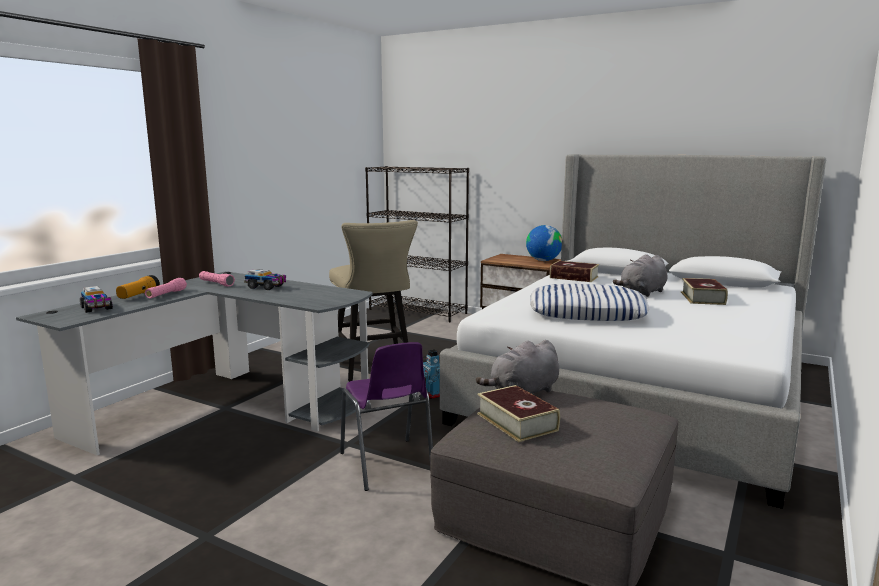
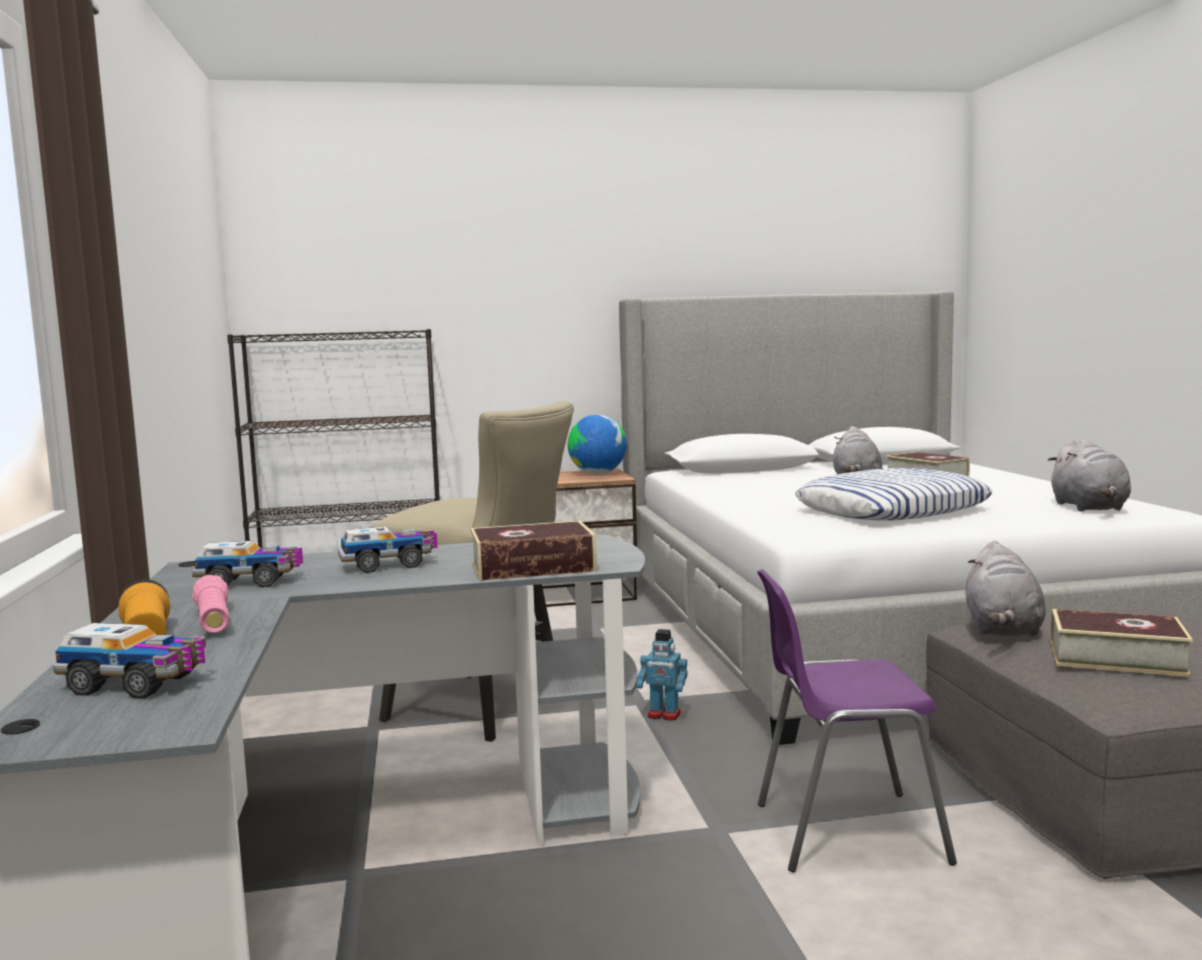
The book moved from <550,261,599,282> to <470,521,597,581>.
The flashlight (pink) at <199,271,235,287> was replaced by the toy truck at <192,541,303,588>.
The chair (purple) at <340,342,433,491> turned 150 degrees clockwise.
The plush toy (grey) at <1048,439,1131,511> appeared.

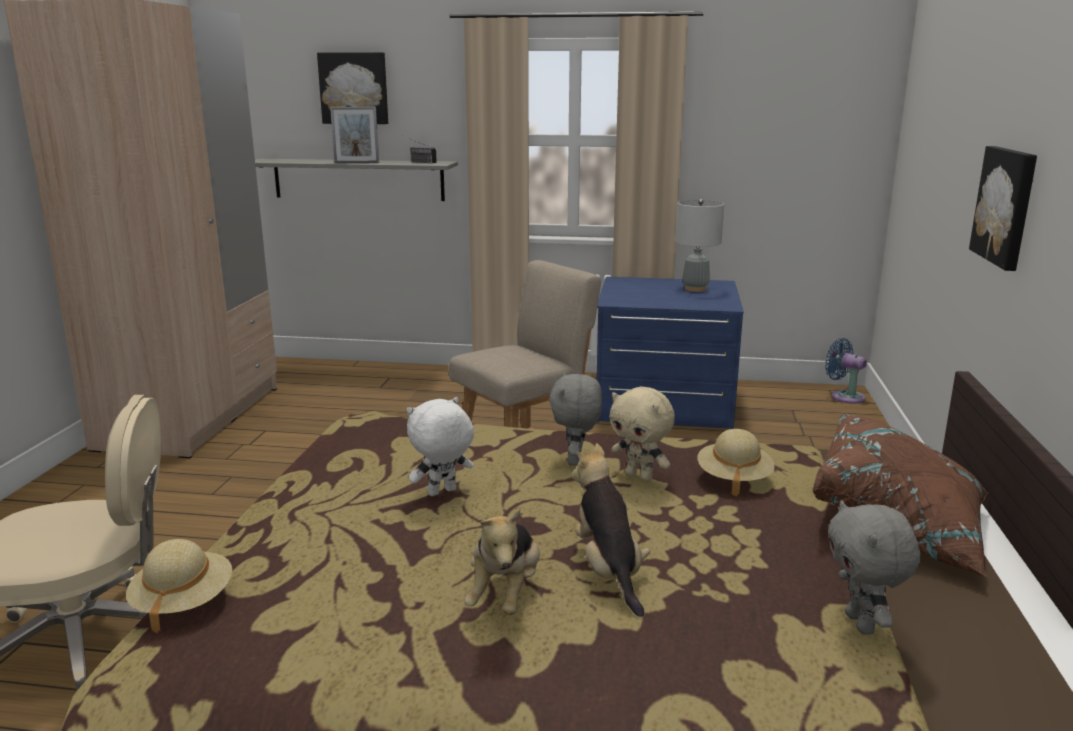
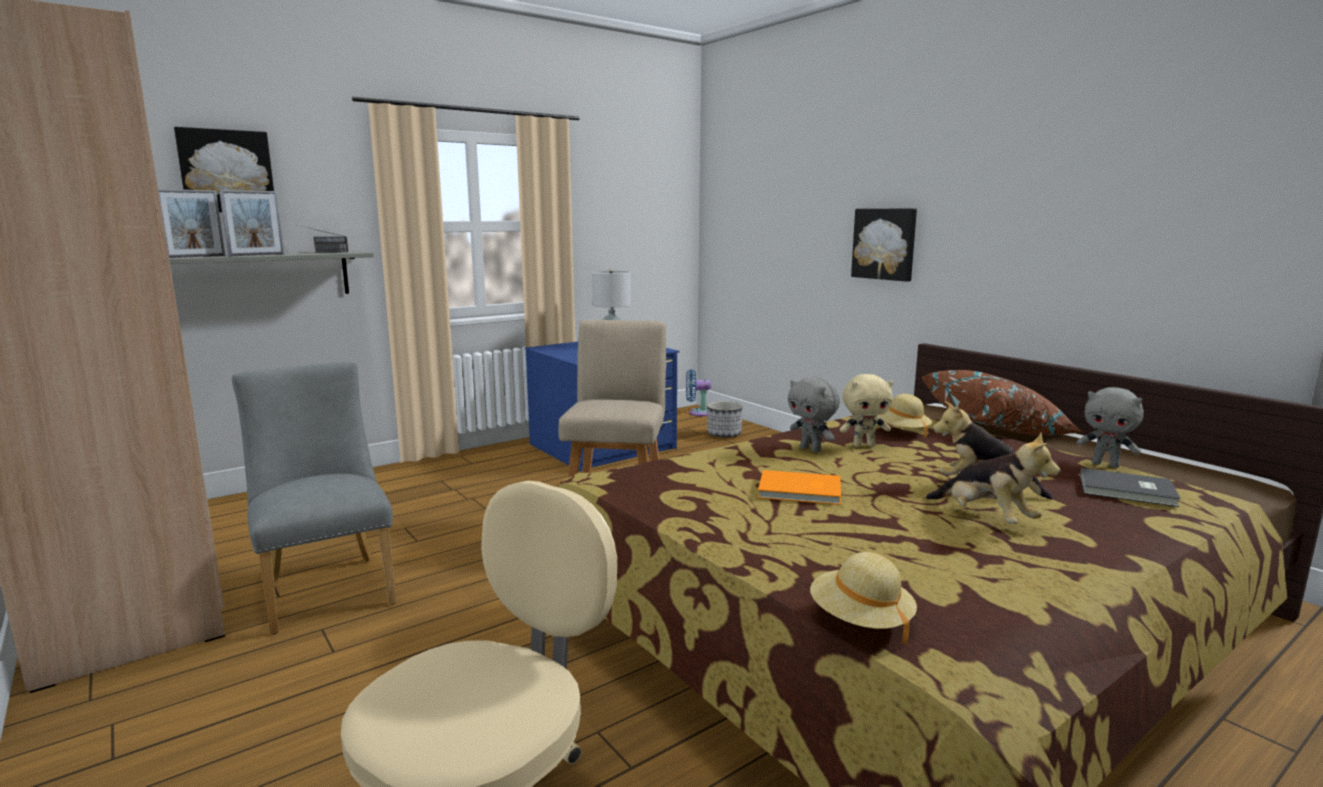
The plush toy (white) at <406,397,474,496> was replaced by the book (orange) at <758,470,841,505>.
The picture frame at <158,189,225,258> appeared.
The chair (grey) at <232,362,397,634> appeared.
The planter at <707,401,743,438> appeared.
The book (grey) at <1080,468,1181,507> appeared.

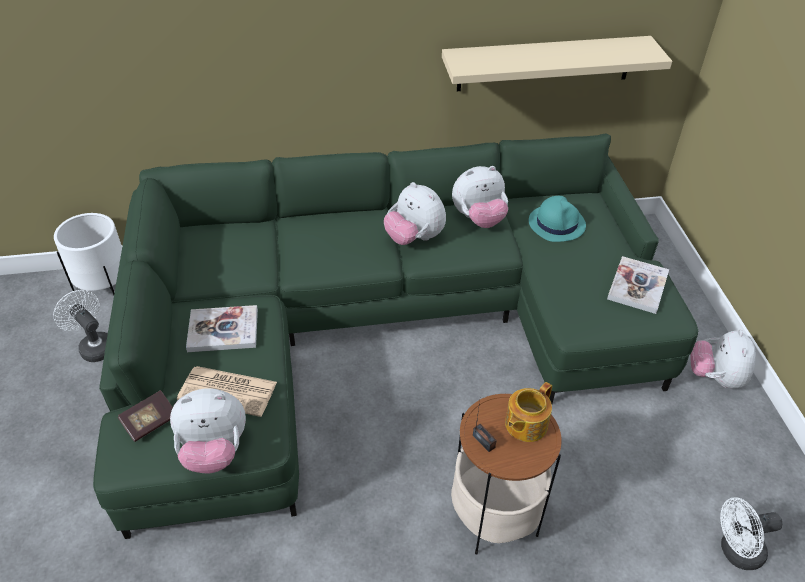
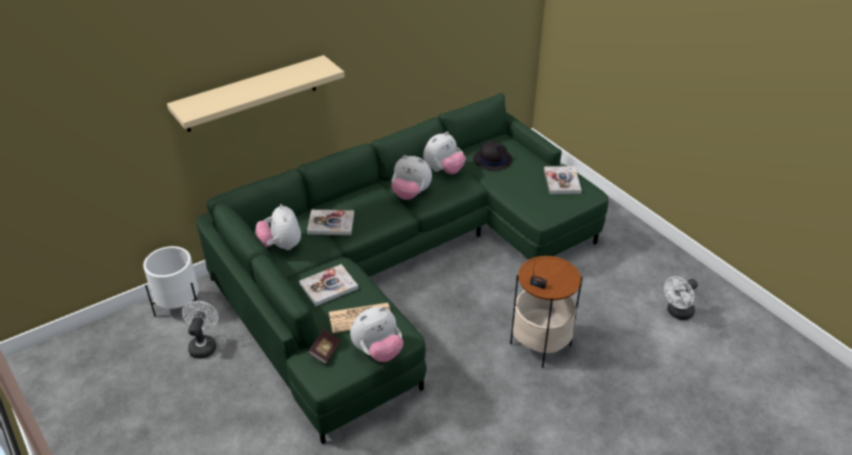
The shelf (beige) moved from <442,36,672,91> to <167,55,345,132>.
The hat (turquoise) at <529,196,586,242> became the hat (black) at <473,140,513,171>.
The fan (white) at <53,290,108,362> turned 75 degrees clockwise.
The plush toy moved from <690,330,756,388> to <255,204,301,250>.
The teapot at <505,382,552,442> disappeared.
The book at <307,210,354,235> appeared.

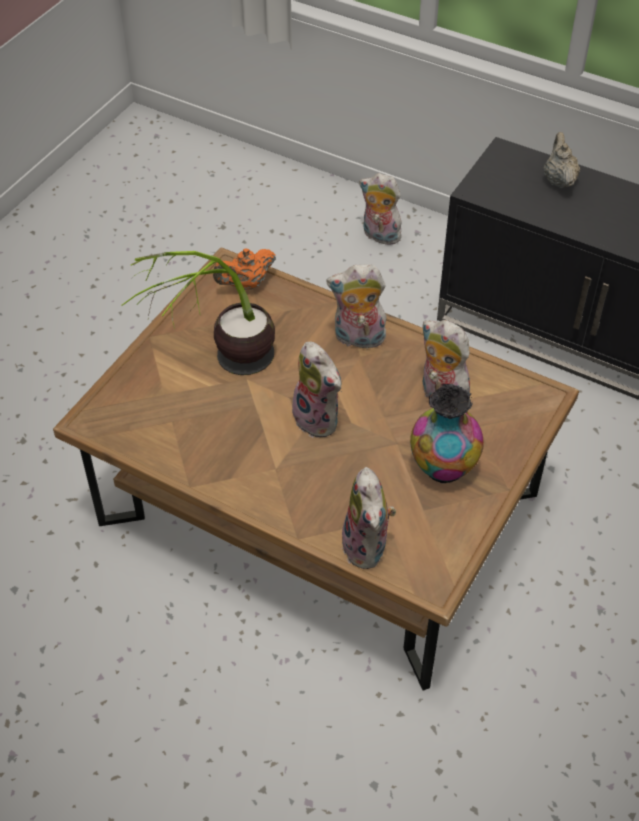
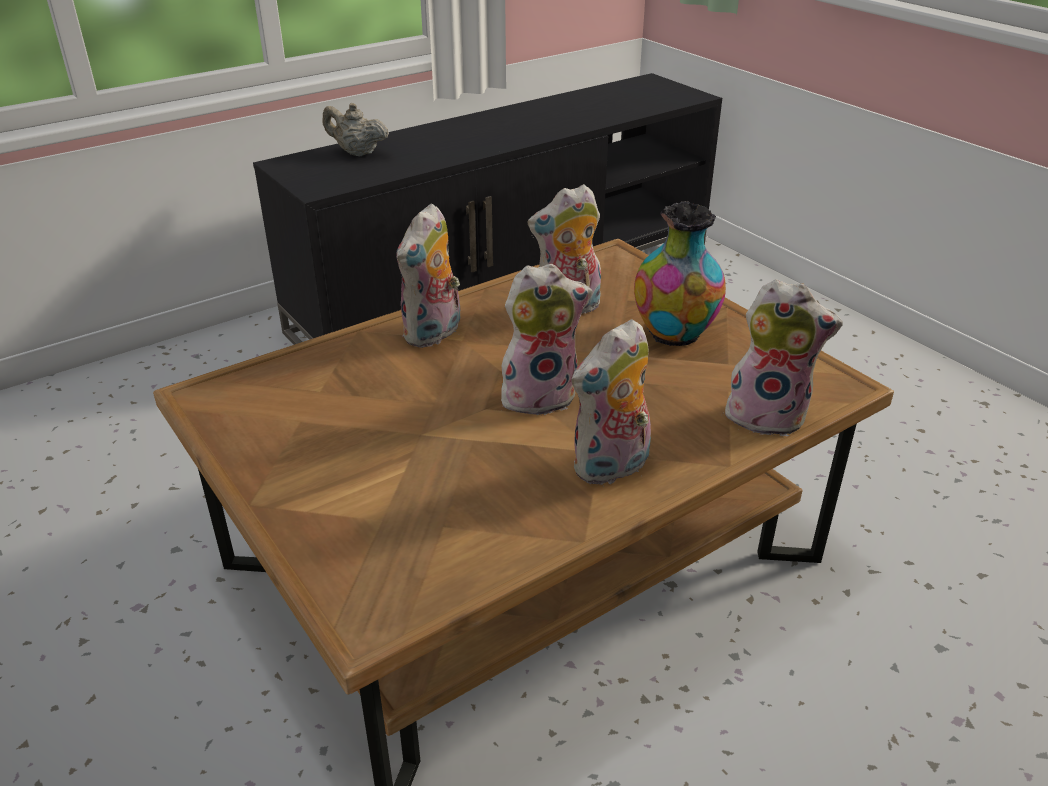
The plush toy moved from <359,173,402,245> to <571,319,651,486>.
The teapot (orange) at <213,249,276,290> disappeared.
The potted plant at <122,251,275,375> disappeared.

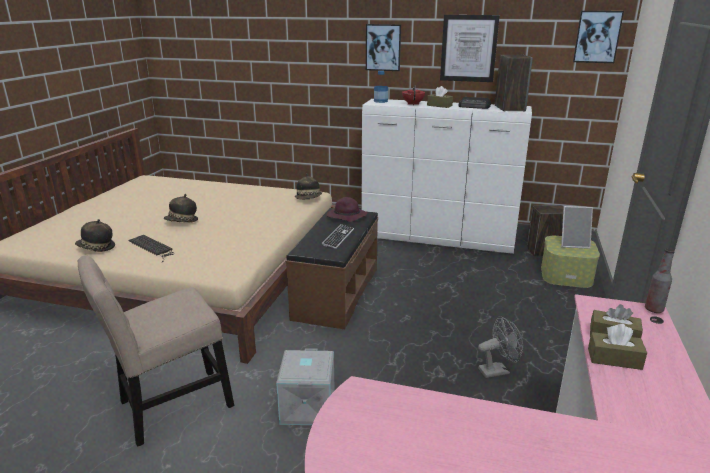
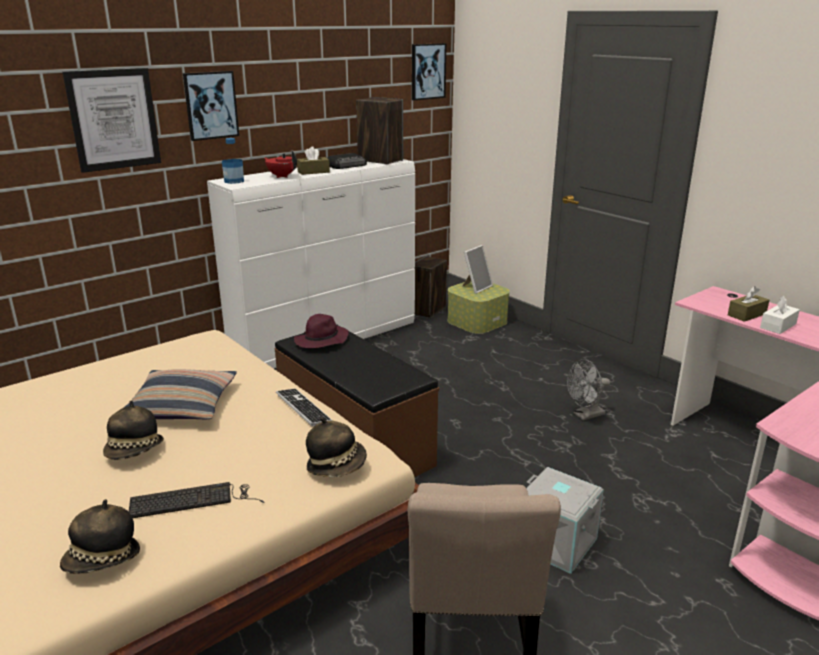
The picture moved from <440,15,500,82> to <63,68,161,173>.
The hat moved from <295,173,322,199> to <306,418,367,477>.
The keyboard moved from <322,224,354,249> to <276,388,332,427>.
The bottle at <645,248,675,313> disappeared.
The fan (grey) at <478,316,523,378> turned 135 degrees counterclockwise.
The tissue box (brown) at <588,324,647,370> became the tissue box (white) at <760,296,800,334>.
The pillow at <123,369,237,420> appeared.

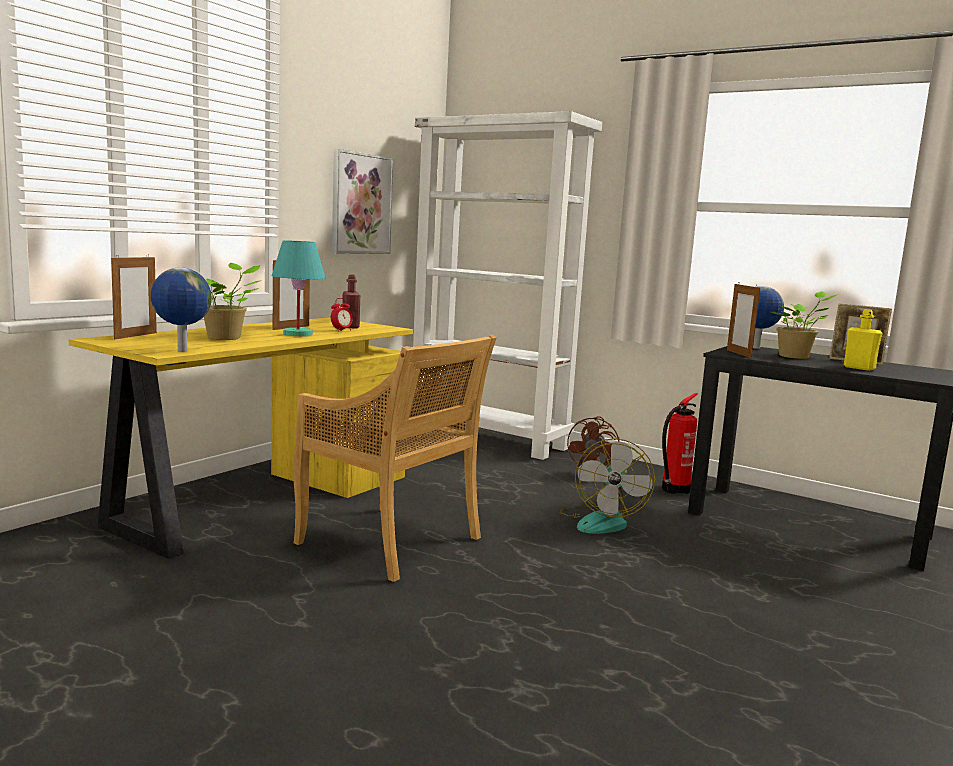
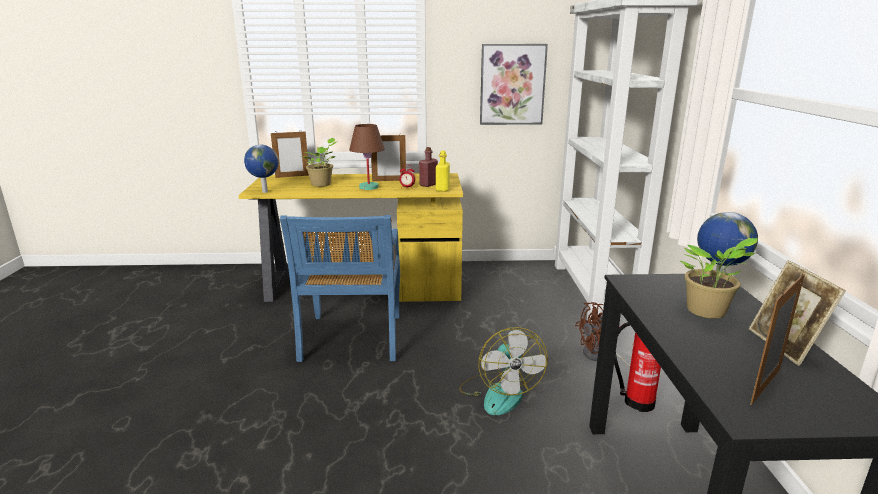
The table lamp (turquoise) at <272,240,325,337> became the table lamp (brown) at <349,124,385,190>.
The picture frame moved from <727,282,760,358> to <750,274,805,405>.
The bottle (yellow) moved from <844,309,883,371> to <436,150,450,192>.
The chair (beige) at <293,335,497,582> became the chair (blue) at <280,215,400,362>.
The fan at <560,438,655,534> turned 75 degrees counterclockwise.

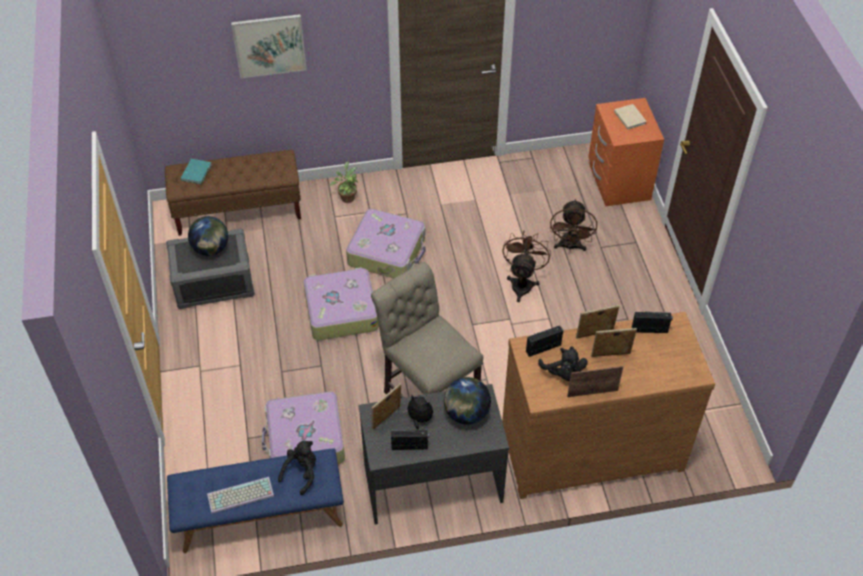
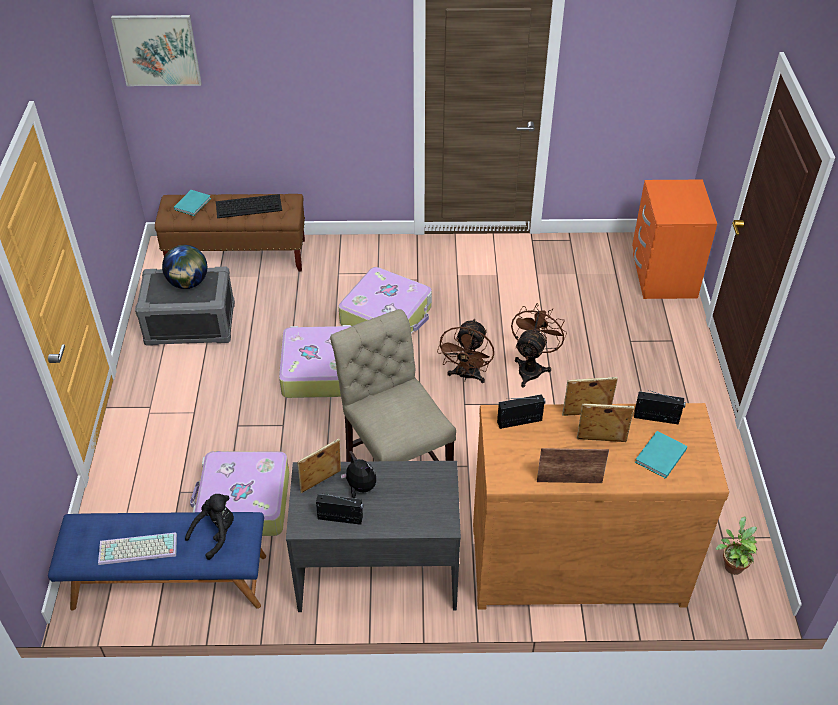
The picture moved from <231,14,307,78> to <111,15,202,86>.
The book (beige) at <614,104,647,130> disappeared.
The potted plant moved from <330,162,358,203> to <716,516,758,575>.
The fan (brown) moved from <550,199,597,251> to <437,319,494,383>.
The plush toy (black) at <538,347,588,381> disappeared.
The globe at <444,377,491,425> disappeared.
The keyboard at <216,194,282,218> appeared.
The book (turquoise) at <635,431,687,479> appeared.

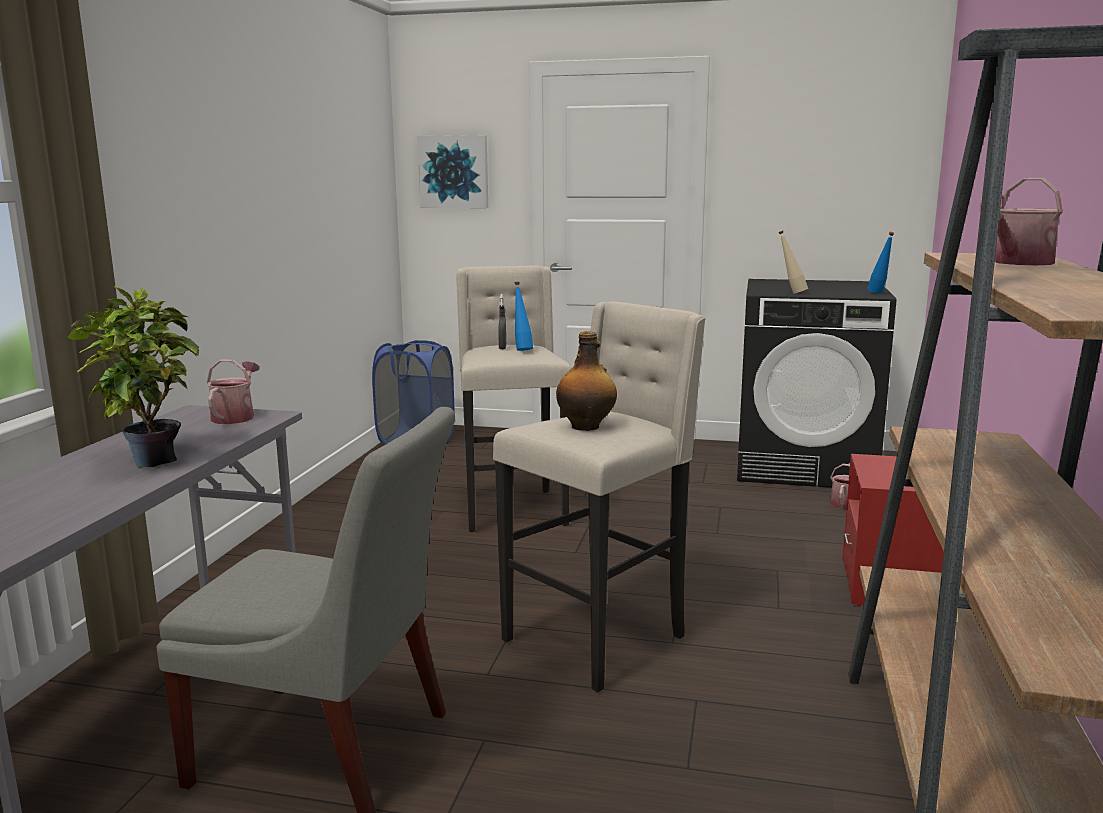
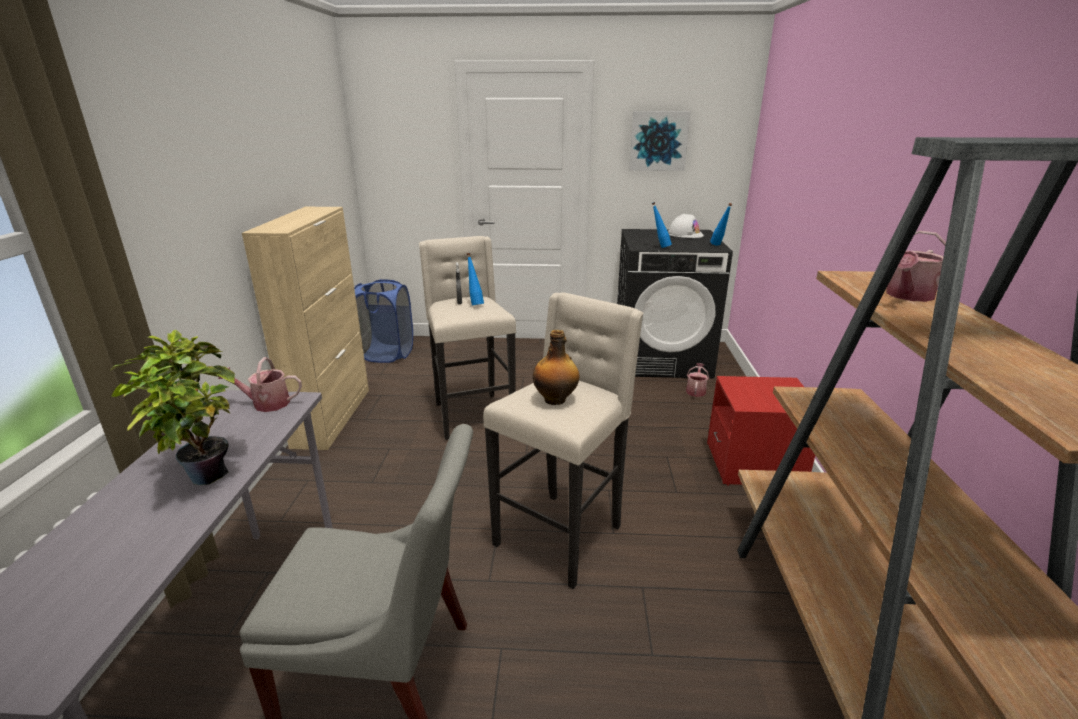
The picture moved from <417,135,488,208> to <629,111,690,171>.
The bottle (beige) at <779,231,808,294> became the bottle (blue) at <652,202,672,248>.
The watering can at <207,360,260,424> turned 90 degrees counterclockwise.
The cabinet (beige) at <242,207,369,450> appeared.
The hard hat (white) at <668,214,704,238> appeared.

